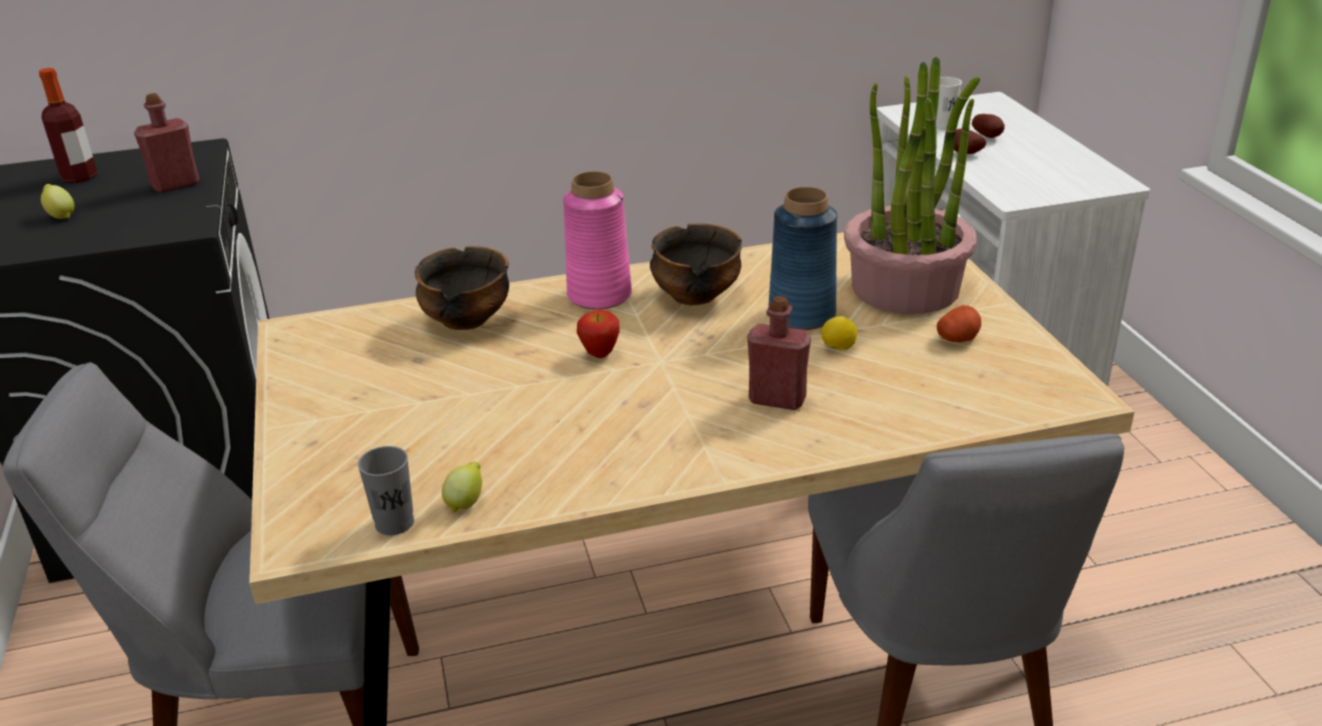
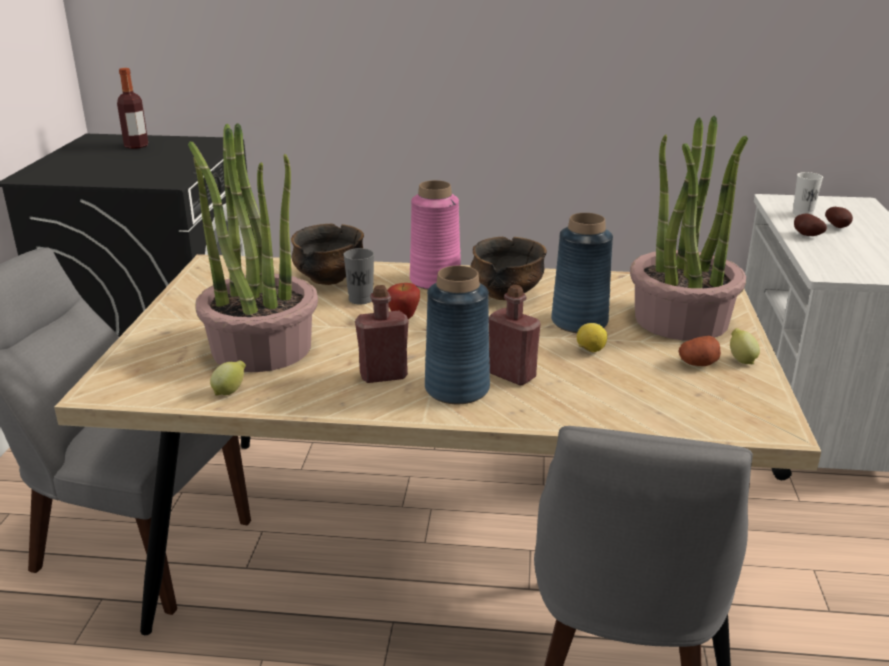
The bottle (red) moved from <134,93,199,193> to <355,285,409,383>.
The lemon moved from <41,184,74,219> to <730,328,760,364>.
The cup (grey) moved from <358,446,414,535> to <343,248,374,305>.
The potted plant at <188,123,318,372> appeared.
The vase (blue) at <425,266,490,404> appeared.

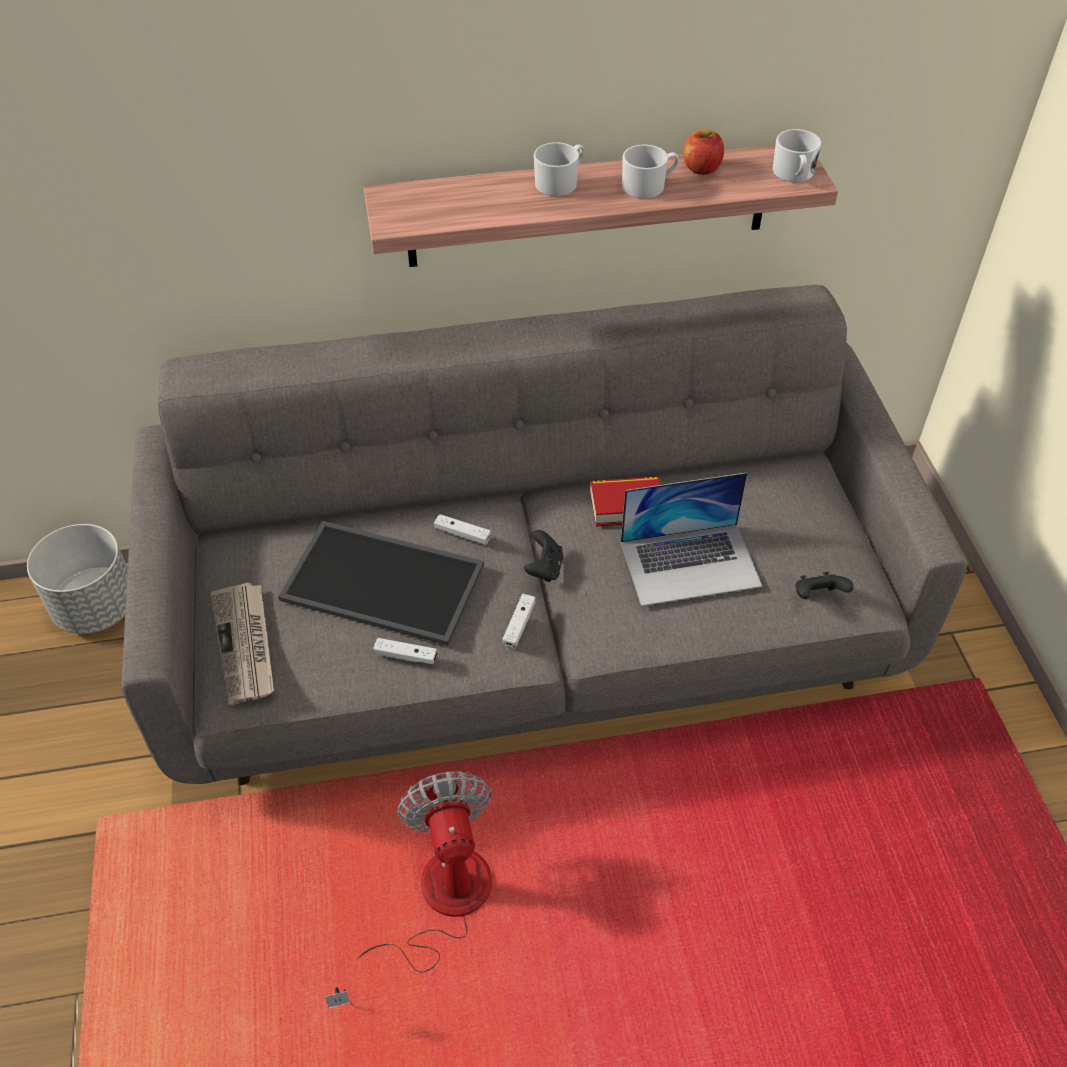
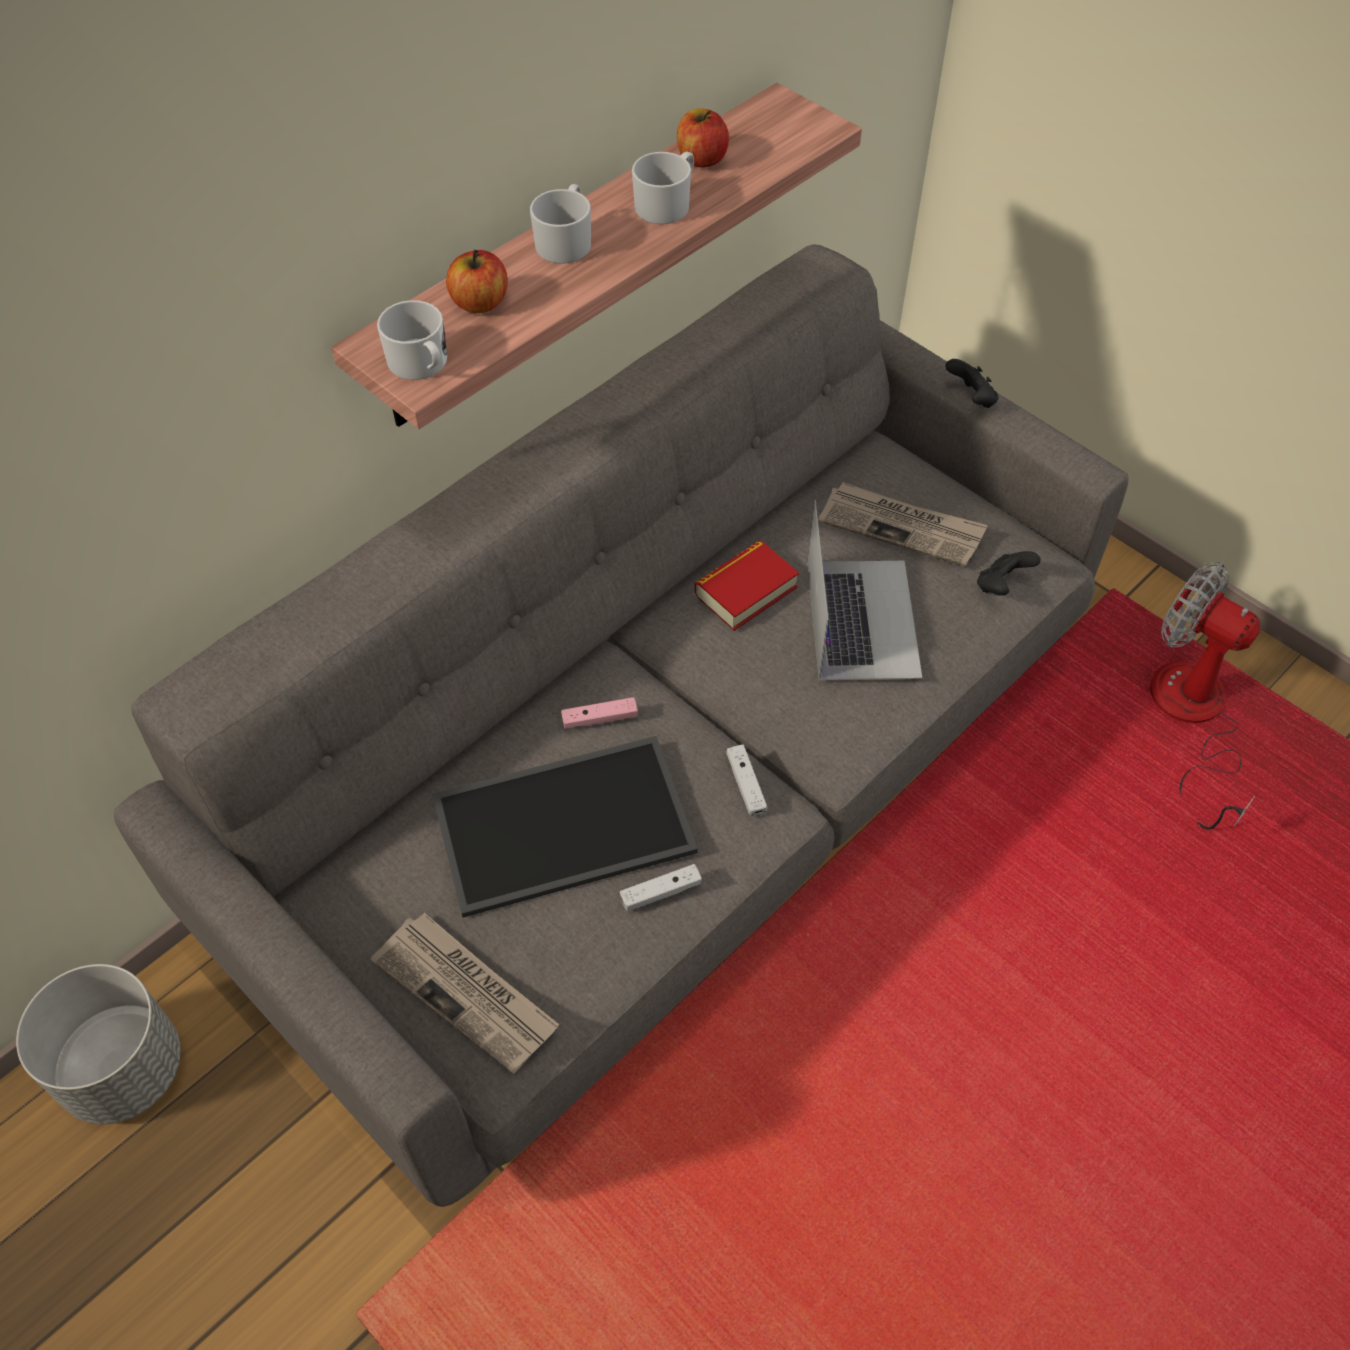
The mug (white) moved from <773,129,821,182> to <377,300,447,380>.
The laptop at <621,472,762,606> turned 45 degrees counterclockwise.
The game controller (white) at <434,514,491,545> became the game controller (pink) at <561,697,638,729>.
The game controller (black) moved from <524,530,563,582> to <945,359,998,408>.
The fan moved from <325,771,492,1008> to <1150,562,1260,830>.
The apple at <446,250,508,313> appeared.
The newspaper at <818,482,988,567> appeared.

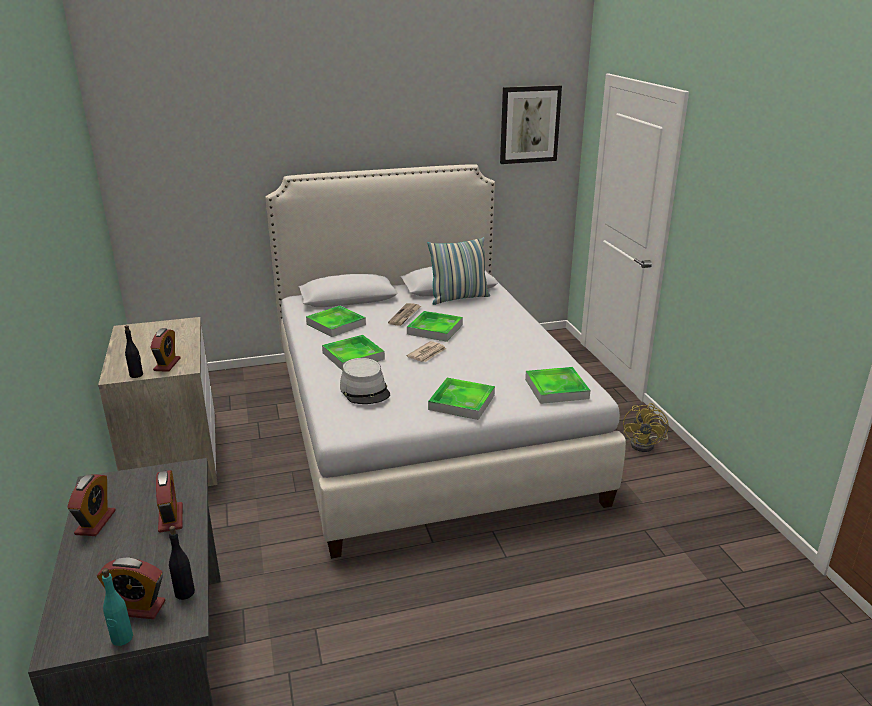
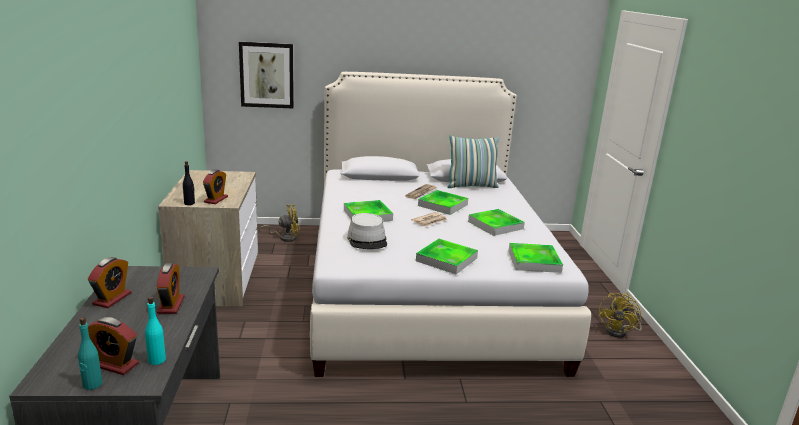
The picture moved from <500,85,562,164> to <239,42,294,109>.
The tray moved from <306,306,366,337> to <468,209,525,236>.
The bottle (black) at <169,526,195,600> became the bottle (turquoise) at <145,297,166,365>.
The fan (yellow) at <258,205,300,242> appeared.

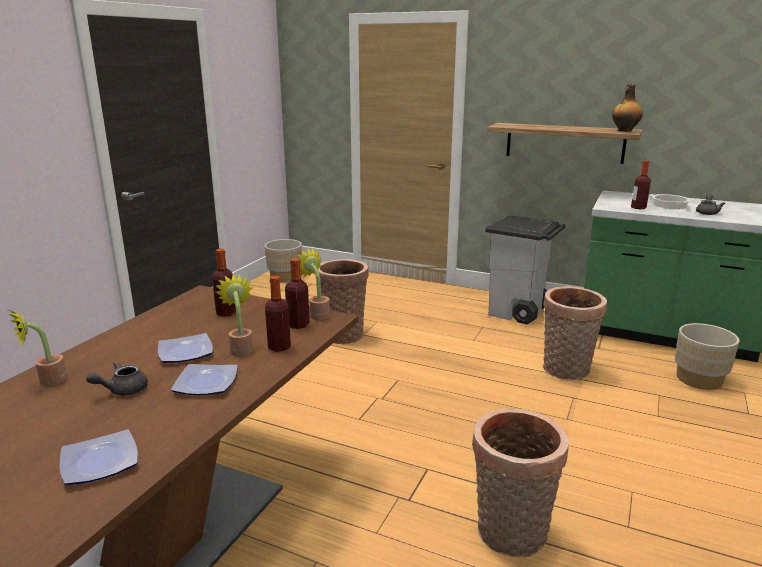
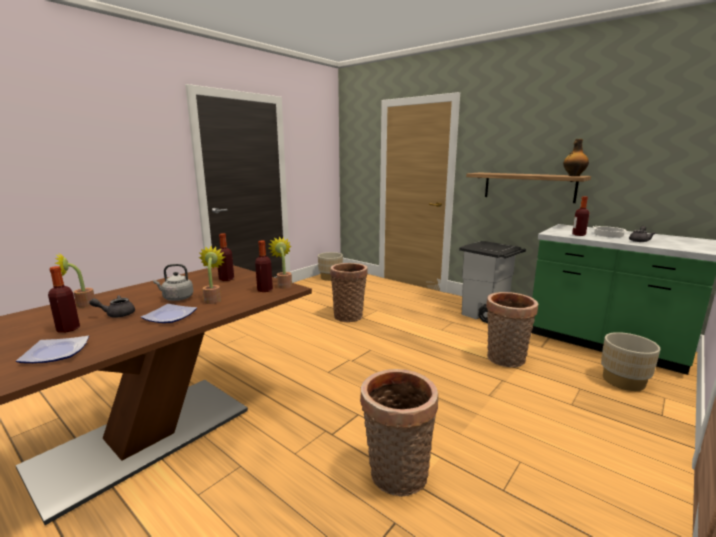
The bottle moved from <265,276,291,352> to <48,266,80,333>.
The plate at <158,333,213,363> was replaced by the kettle (grey) at <153,264,193,301>.

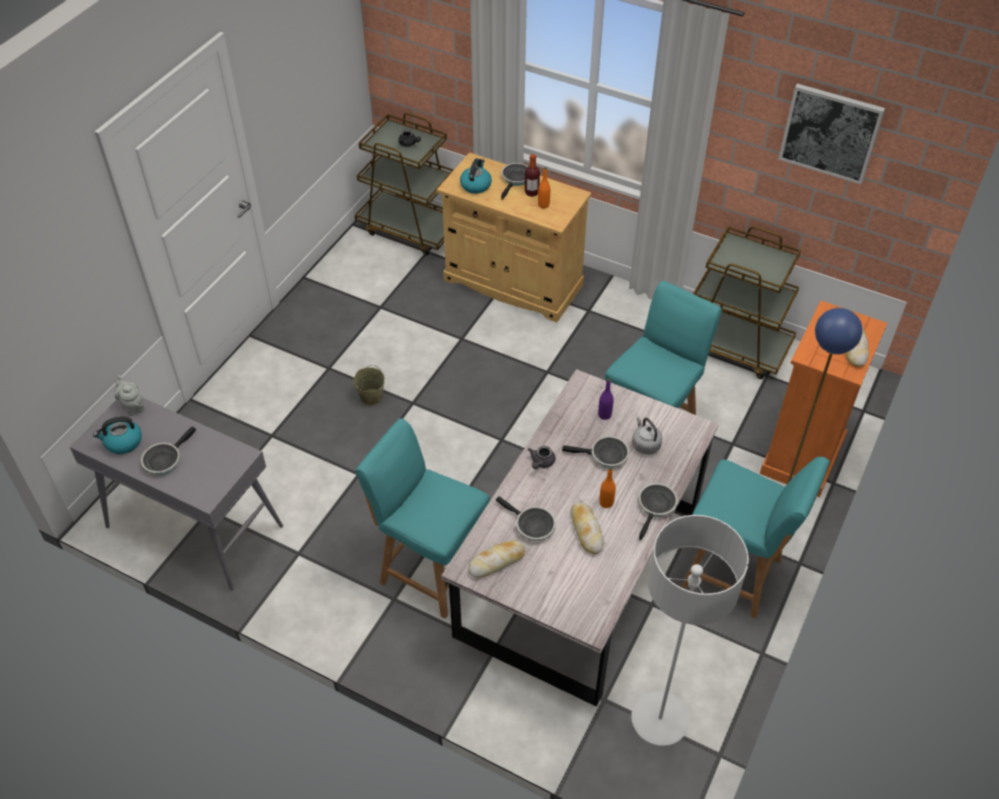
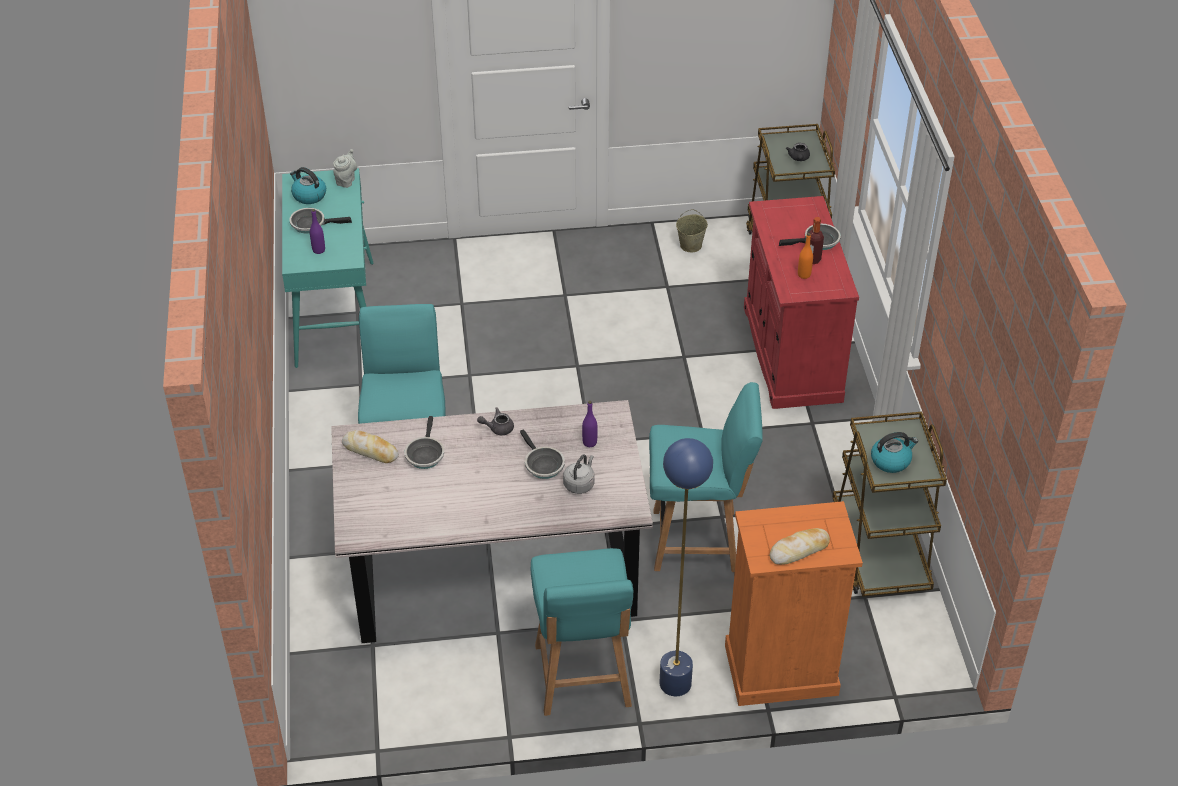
The picture at <778,83,885,184> disappeared.
The cabinet (beige) at <437,152,591,322> became the cabinet (red) at <744,196,859,409>.
The kettle moved from <460,158,492,194> to <871,432,918,473>.
The bucket (beige) moved from <354,365,385,405> to <676,209,708,252>.
The console table (grey) at <70,397,283,591> became the console table (turquoise) at <282,168,374,368>.
The bottle (orange) at <599,467,616,508> disappeared.
The frying pan at <638,483,678,541> disappeared.
The bread at <571,502,604,554> disappeared.
The floor lamp (grey) at <631,515,749,746> disappeared.
The bottle (purple) at <310,209,325,254> appeared.

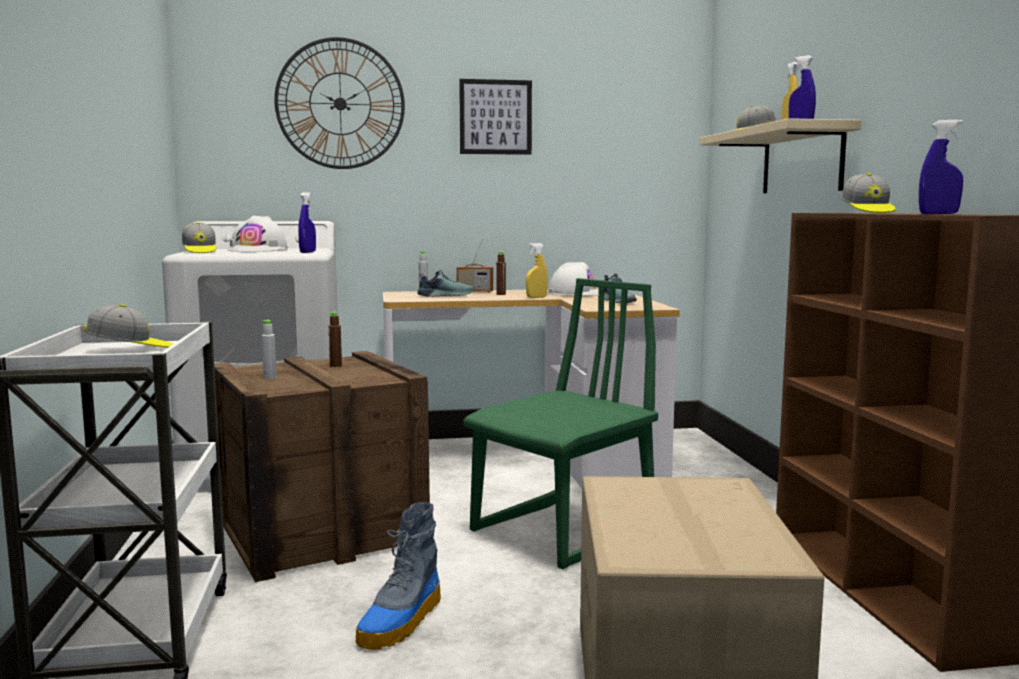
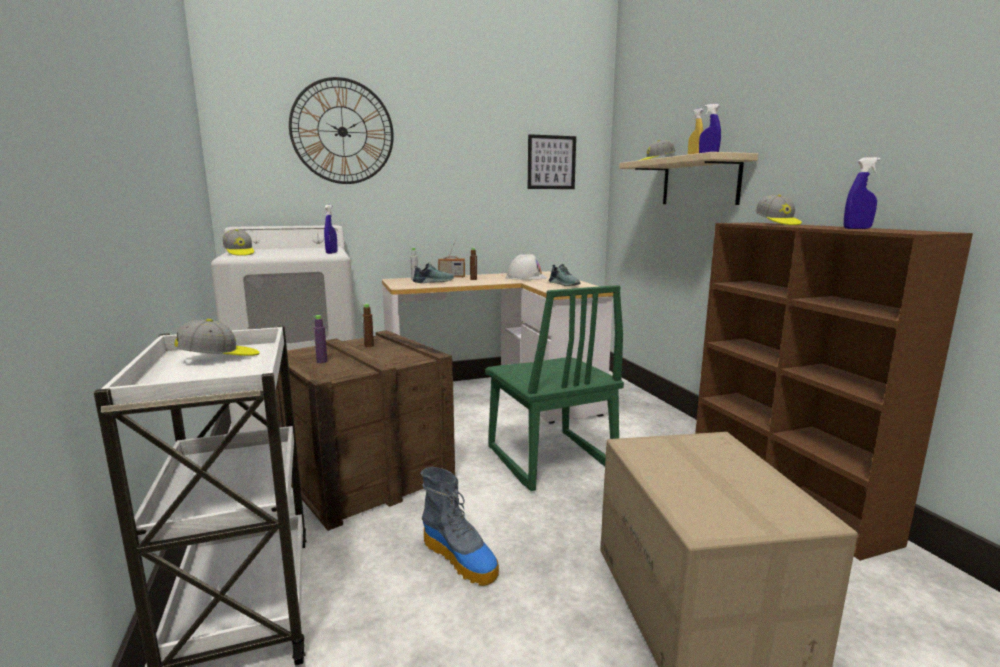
The picture moved from <459,79,532,155> to <528,134,576,189>.
The hard hat (white) at <228,216,288,252> disappeared.
The spray bottle (yellow) at <526,243,548,298> disappeared.
The chair (green) at <463,278,658,570> turned 120 degrees clockwise.
The bottle (grey) at <262,320,277,379> became the bottle (purple) at <313,315,327,363>.
The boot at <355,502,441,650> turned 60 degrees counterclockwise.

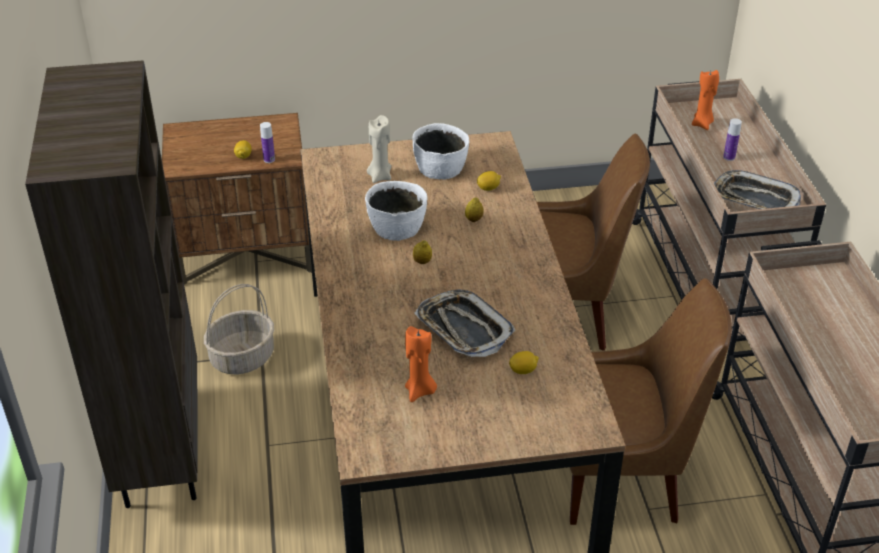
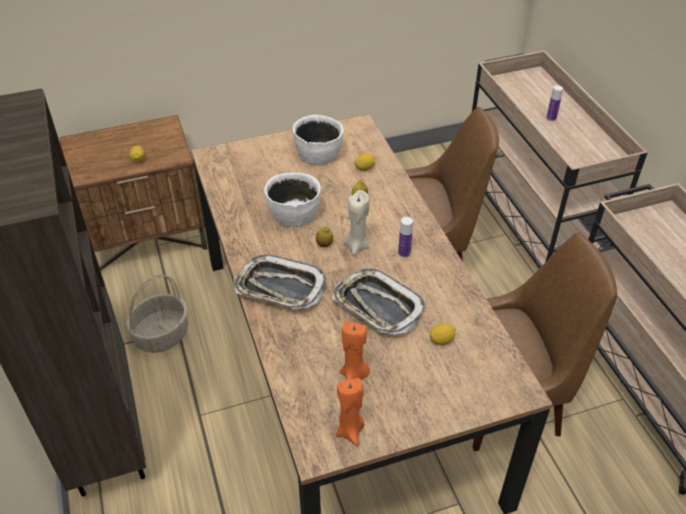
The candle (orange) moved from <692,70,719,130> to <336,378,365,446>.
The candle (beige) moved from <367,115,391,183> to <344,190,369,255>.
The bottle moved from <260,122,275,163> to <398,217,413,258>.
The tray moved from <714,170,801,209> to <234,254,324,309>.

